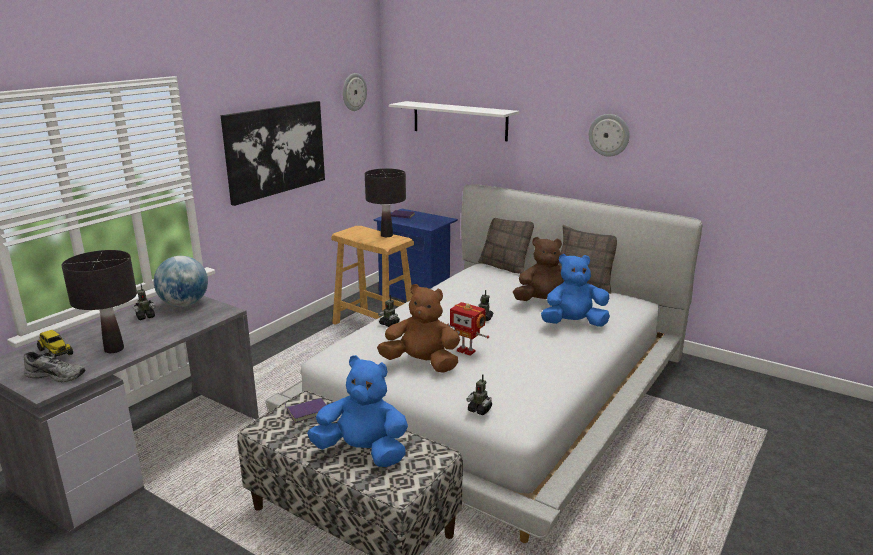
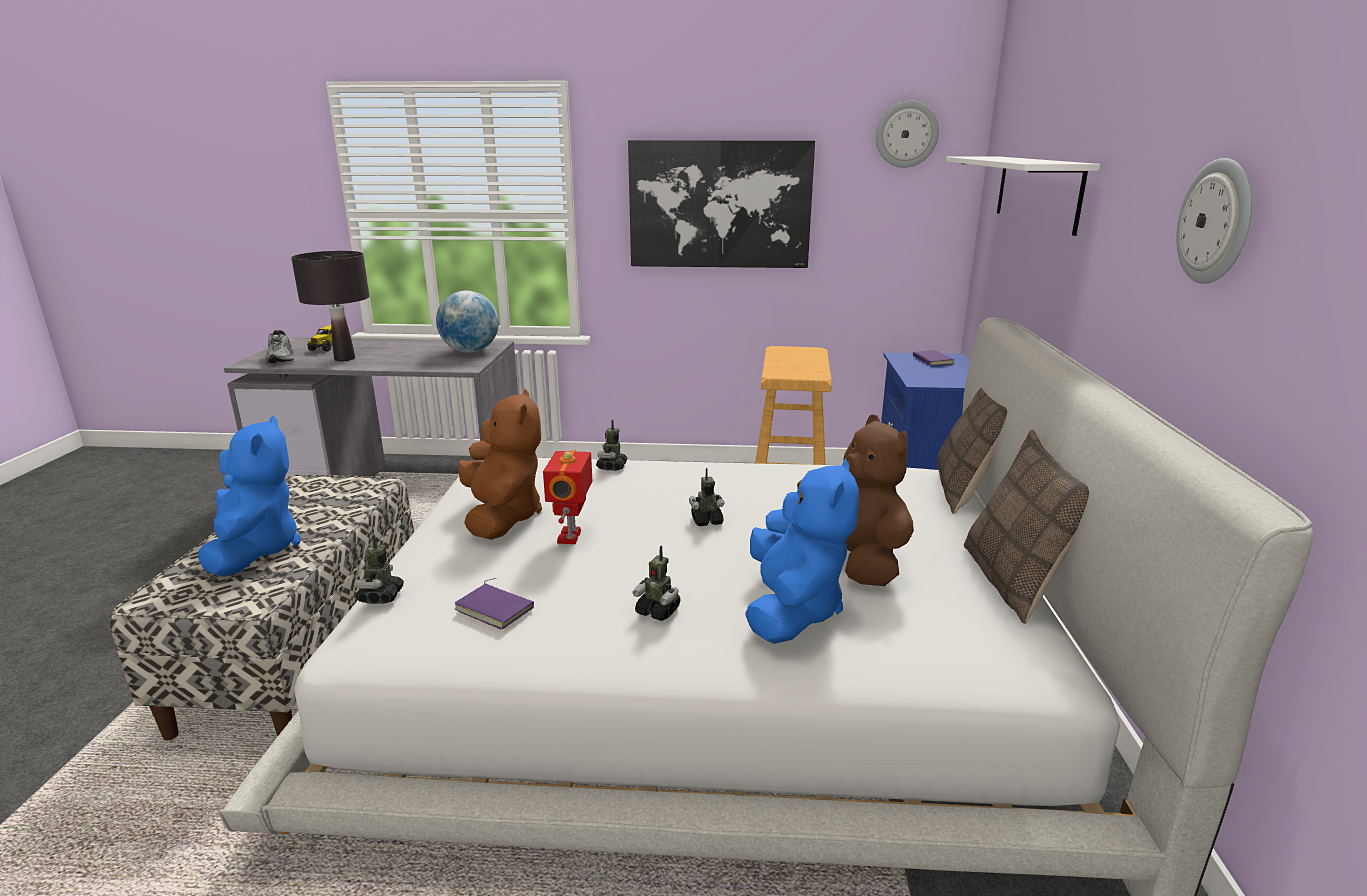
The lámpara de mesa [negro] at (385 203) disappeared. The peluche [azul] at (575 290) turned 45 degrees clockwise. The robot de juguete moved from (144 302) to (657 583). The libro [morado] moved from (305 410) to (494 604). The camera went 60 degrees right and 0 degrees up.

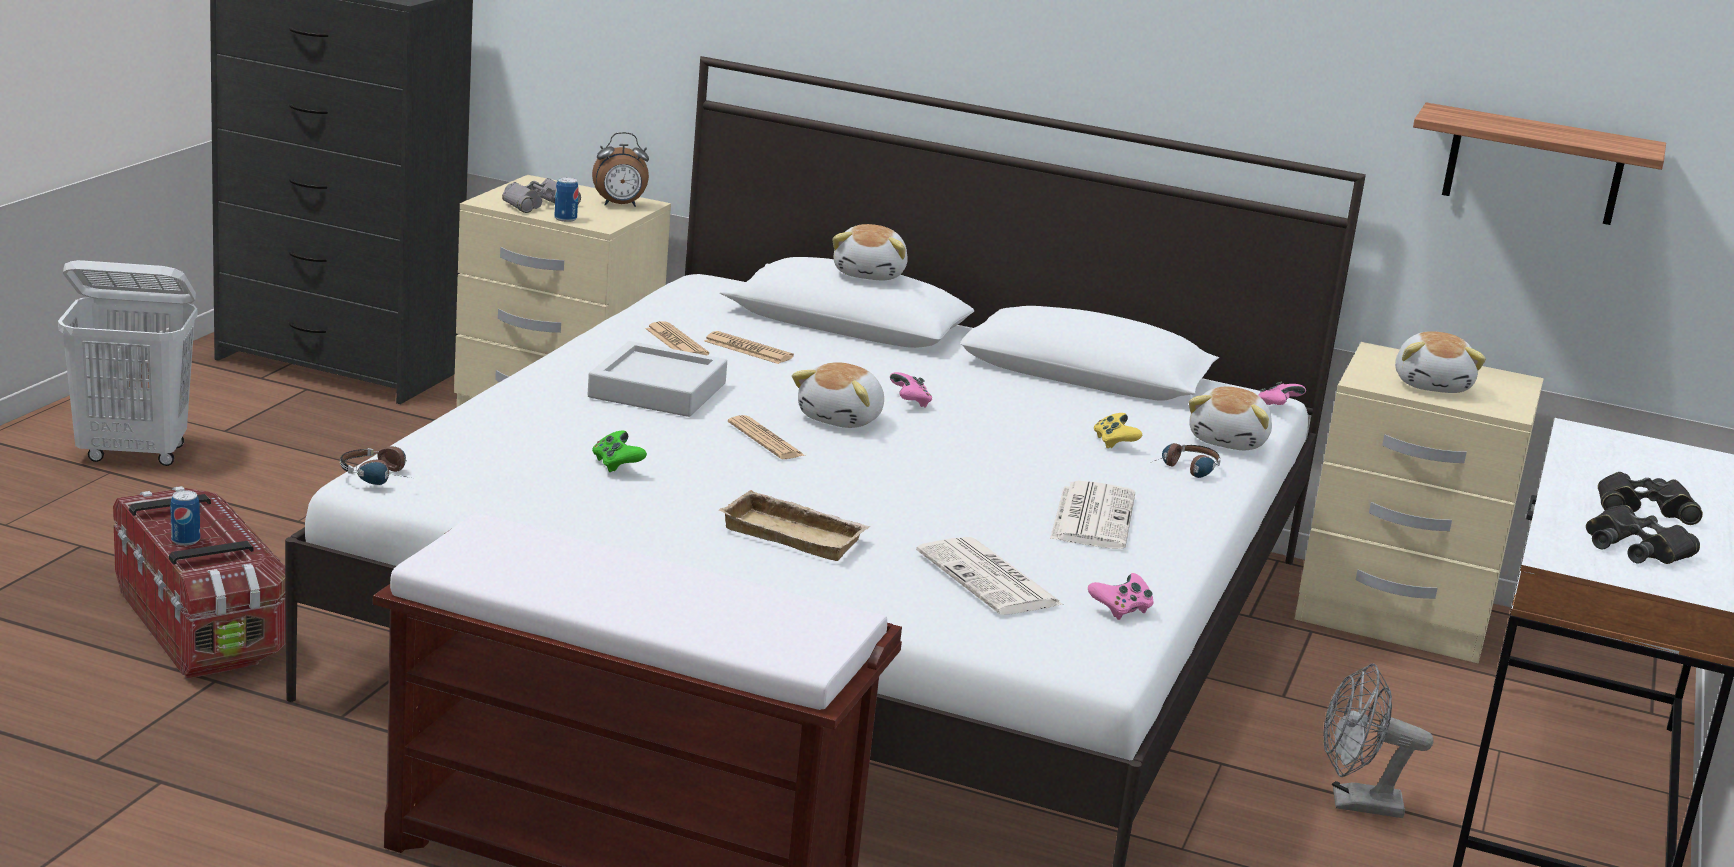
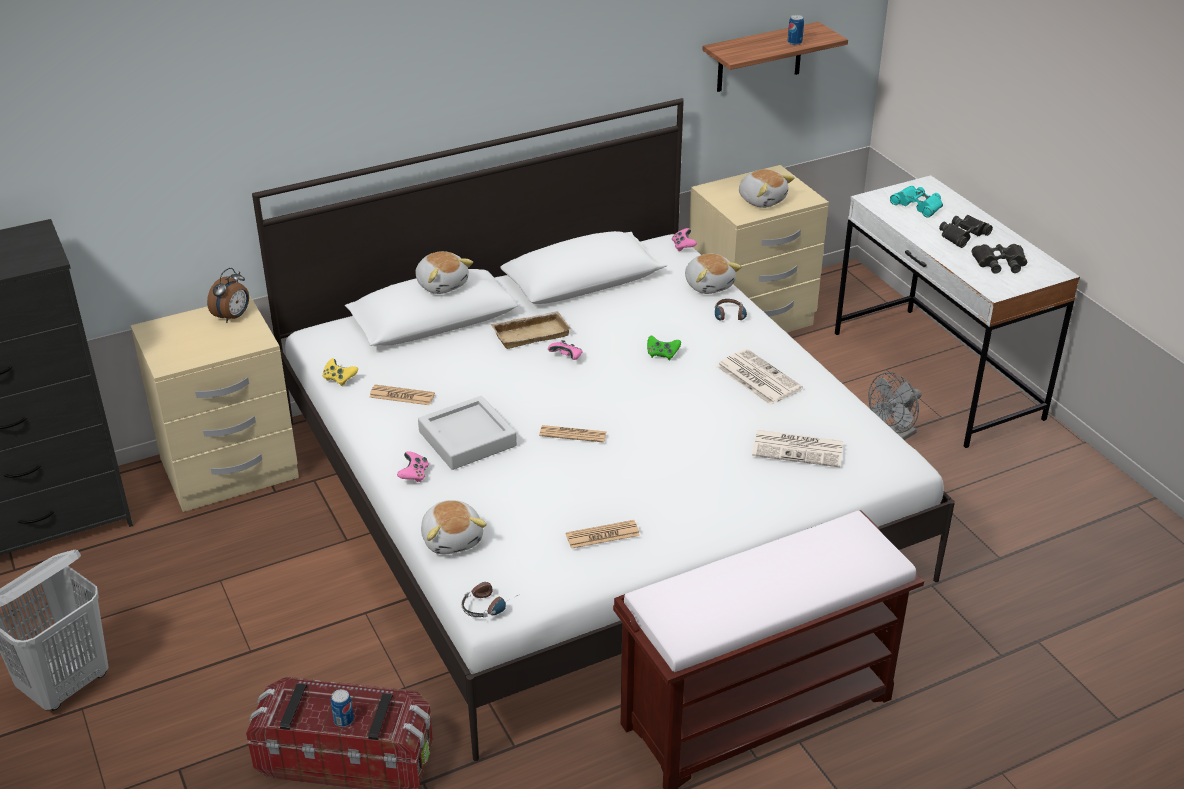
The lata moved from (566 199) to (796 30). The prismáticos [gris] at (541 195) disappeared. The periódico moved from (749 347) to (603 534). The peluche moved from (838 395) to (454 527). The mando de consola [amarillo] moved from (1118 430) to (340 372). The mando de consola [verde] moved from (619 451) to (664 347). The bandeja [beis] moved from (794 525) to (531 330). The mando de consola [rosa] moved from (1121 596) to (413 467). The prismáticos [turquesa] at (916 202) appeared. The camera went 45 degrees left and 15 degrees up.

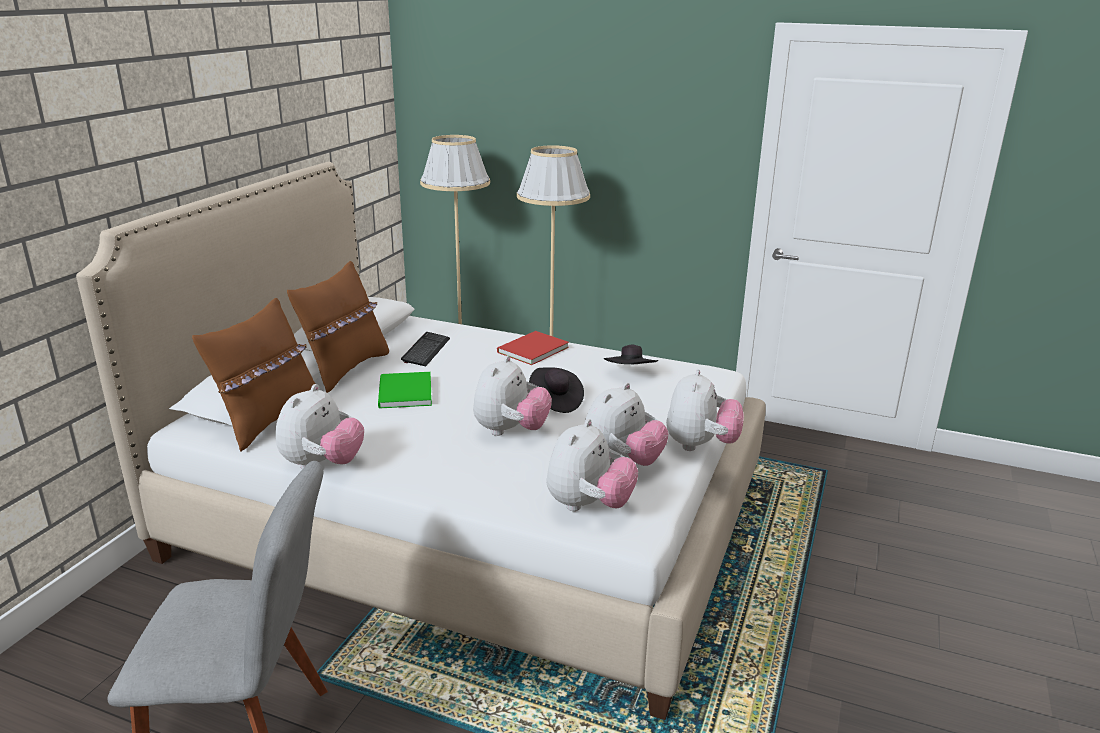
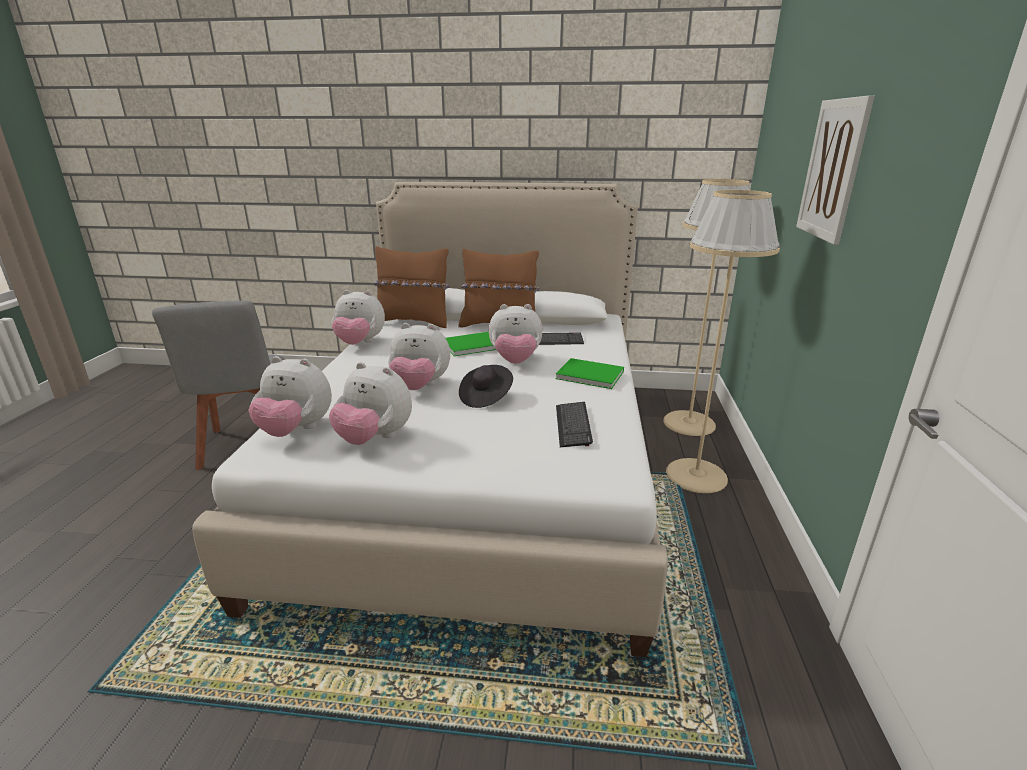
The libro [rojo] at (533 348) became the libro [verde] at (590 373). The sombrero [negro] at (631 354) was replaced by the teclado at (574 424). The peluche moved from (705 410) to (516 334). The cuadro at (835 170) appeared. The camera went 75 degrees right and 0 degrees up.

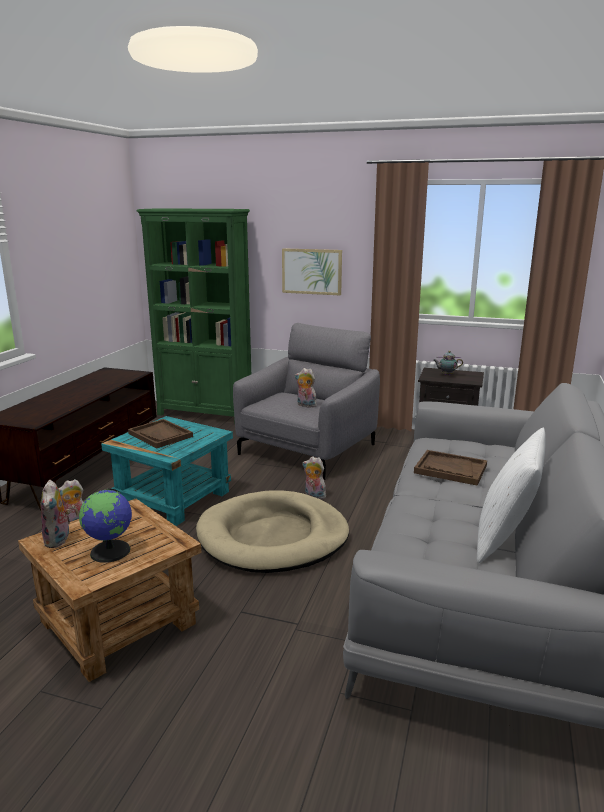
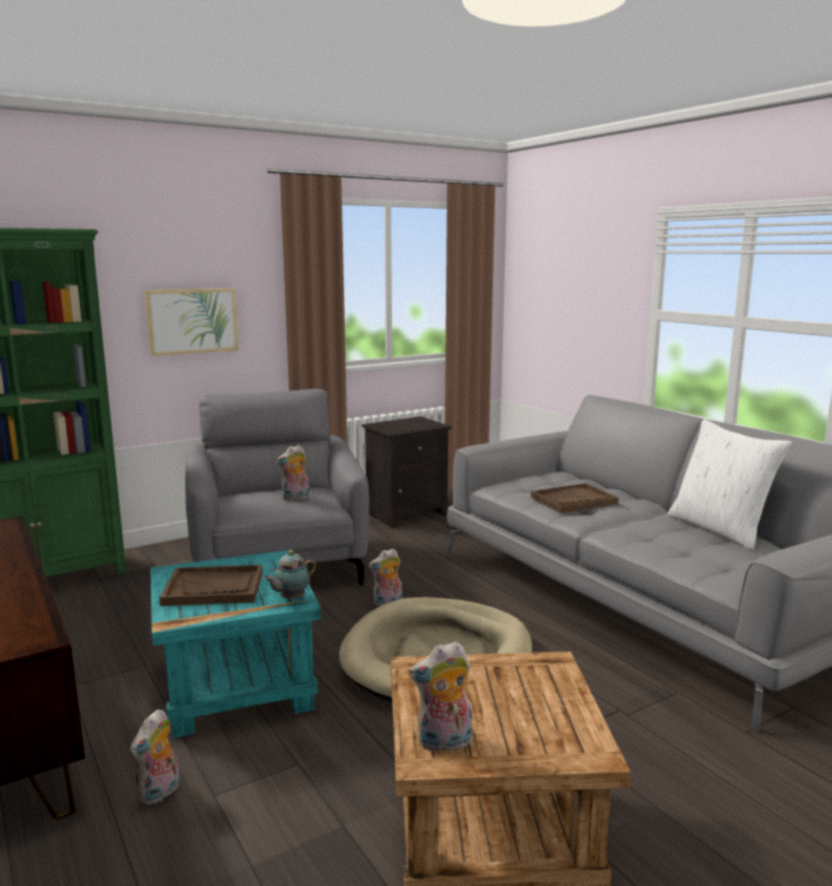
The tetera moved from (448 363) to (289 575). The peluche at (56 514) turned 135 degrees clockwise. The globo terráqueo at (105 525) disappeared. The camera went 50 degrees left and 5 degrees down.

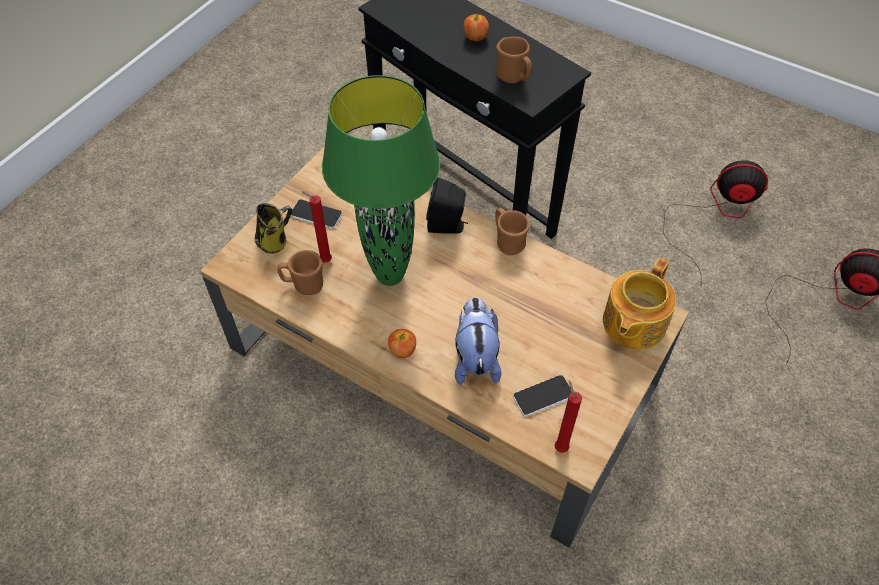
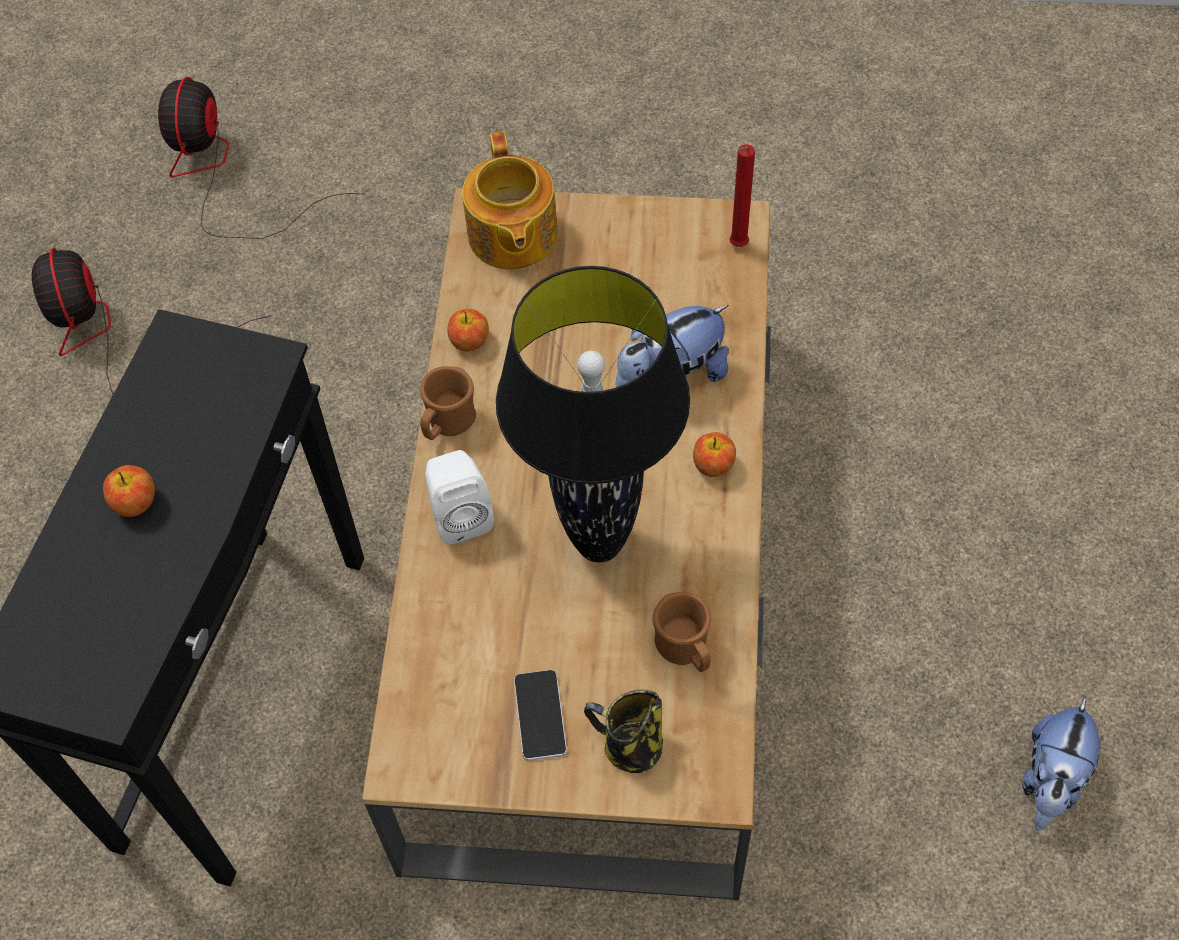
The taza grande [marrón] at (514 60) disappeared. The lámpara de mesa [verde] at (381 180) became the lámpara de mesa [negro] at (593 414). The altavoz [negro] at (447 206) became the altavoz [blanco] at (459 497). The vela [rojo] at (317 227) disappeared. The tetera at (639 304) turned 75 degrees clockwise. The móvil at (542 396) disappeared. The manzana at (468 330) appeared. The peluche at (1061 764) appeared. The camera went 115 degrees left and 5 degrees up.

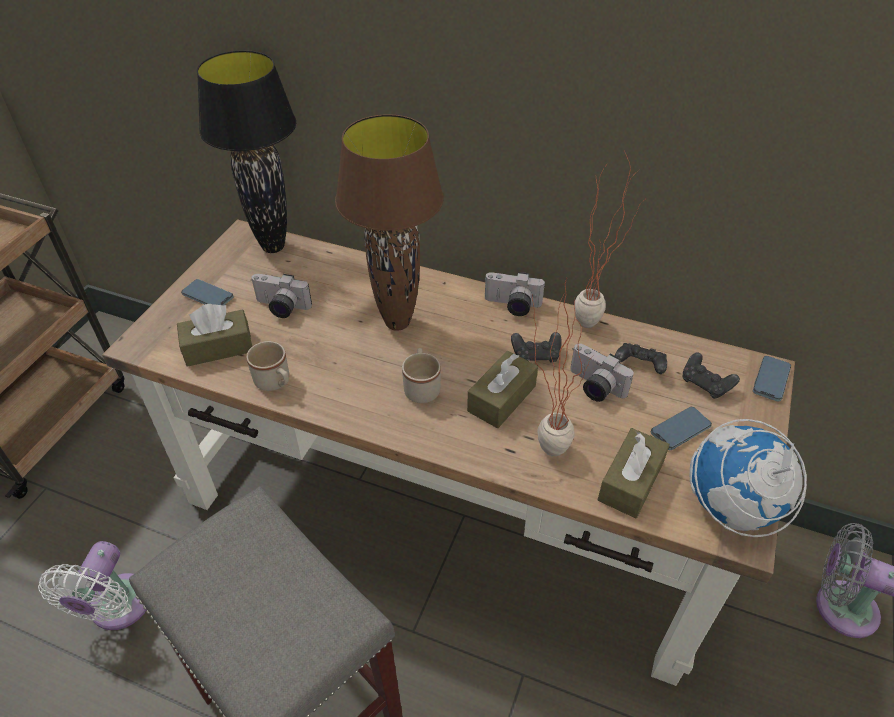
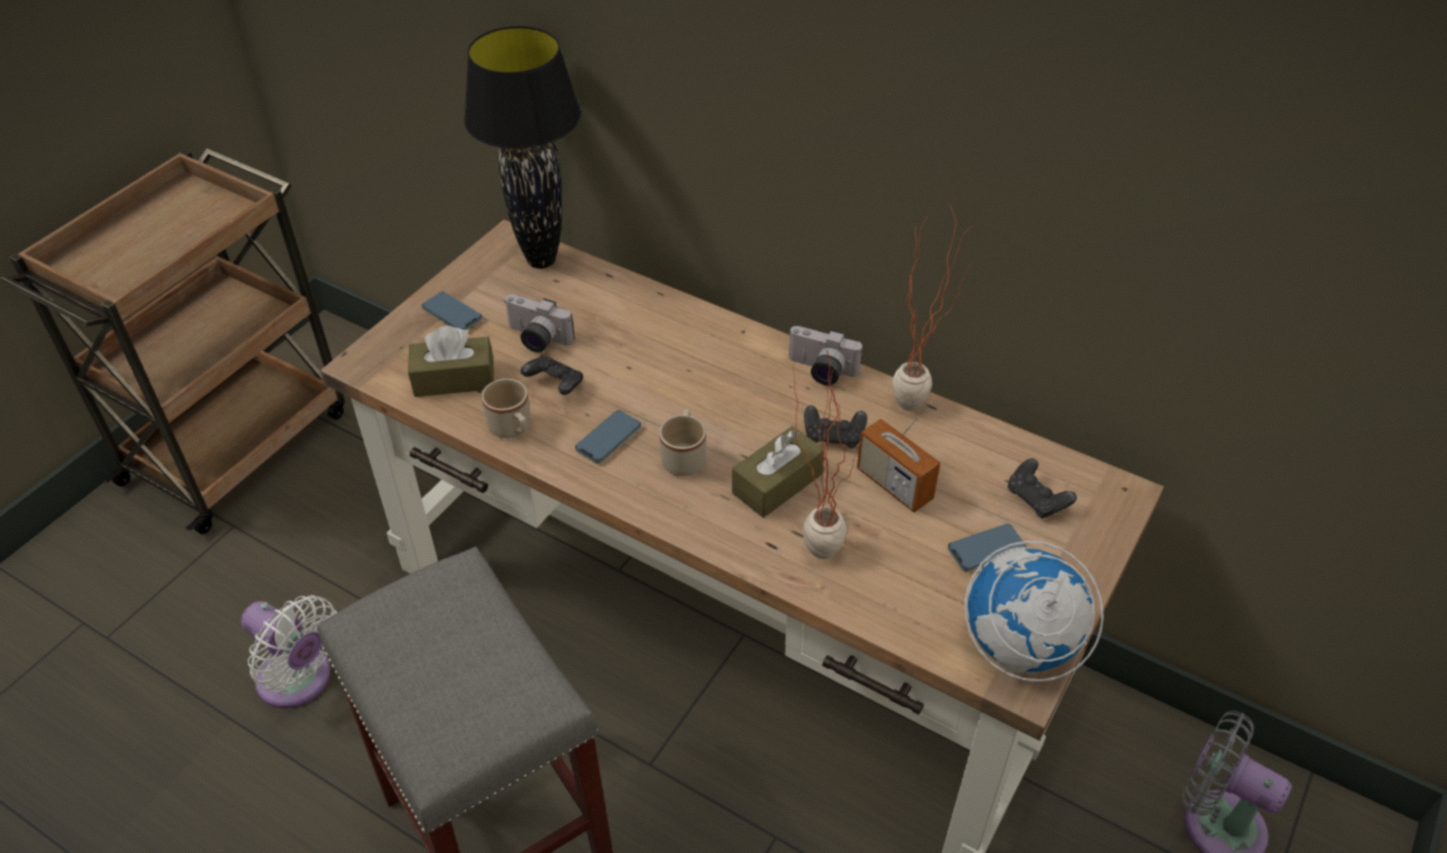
The lámpara de mesa [marrón] at (389 222) disappeared. The mando de consola [negro] moved from (641 358) to (552 375). The cámara at (602 373) was replaced by the radio at (898 457). The móvil moved from (772 379) to (608 436). The caja de pañuelos [marrón] at (634 473) disappeared. The ventilador [blanco] at (92 585) turned 75 degrees counterclockwise. The camera went 10 degrees right and 0 degrees up.

